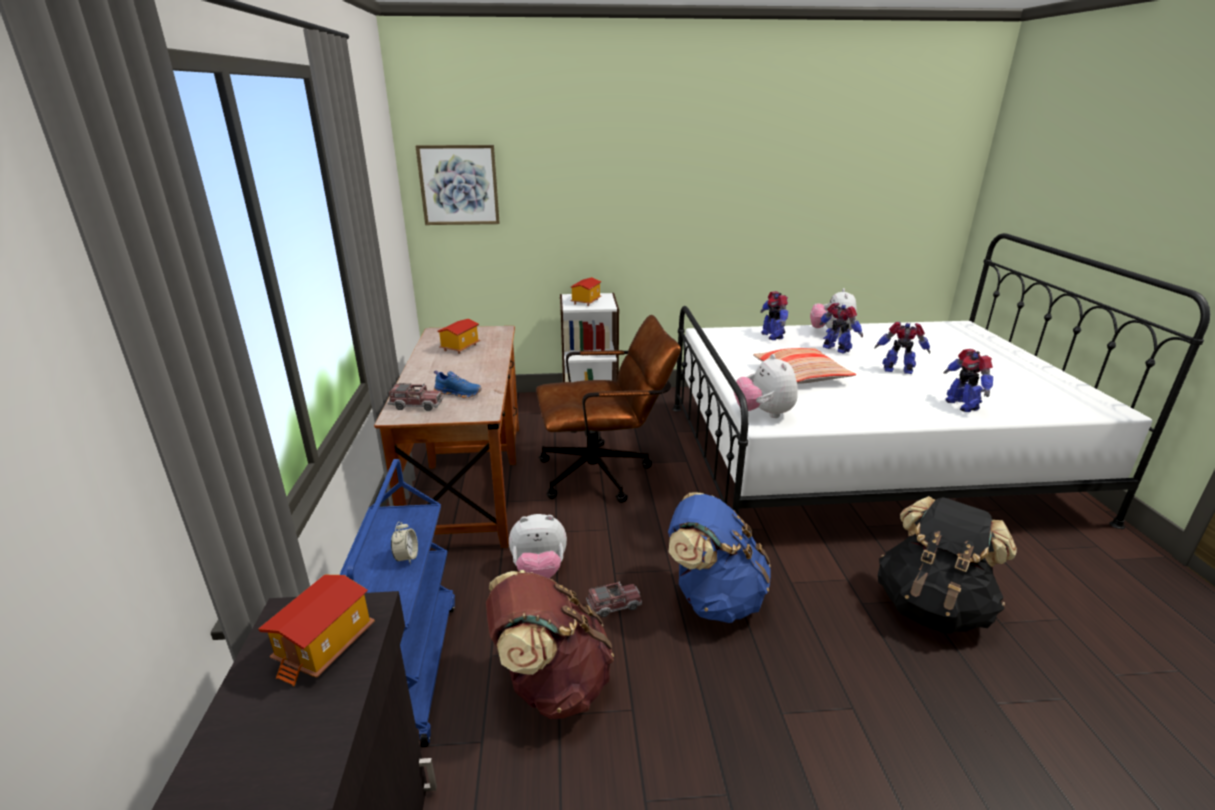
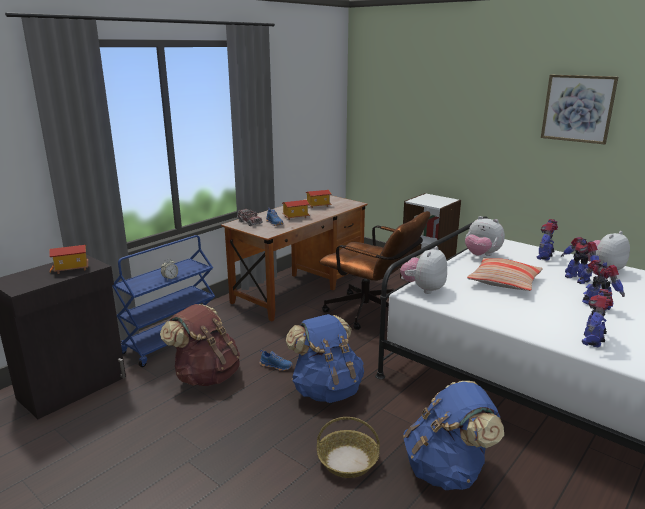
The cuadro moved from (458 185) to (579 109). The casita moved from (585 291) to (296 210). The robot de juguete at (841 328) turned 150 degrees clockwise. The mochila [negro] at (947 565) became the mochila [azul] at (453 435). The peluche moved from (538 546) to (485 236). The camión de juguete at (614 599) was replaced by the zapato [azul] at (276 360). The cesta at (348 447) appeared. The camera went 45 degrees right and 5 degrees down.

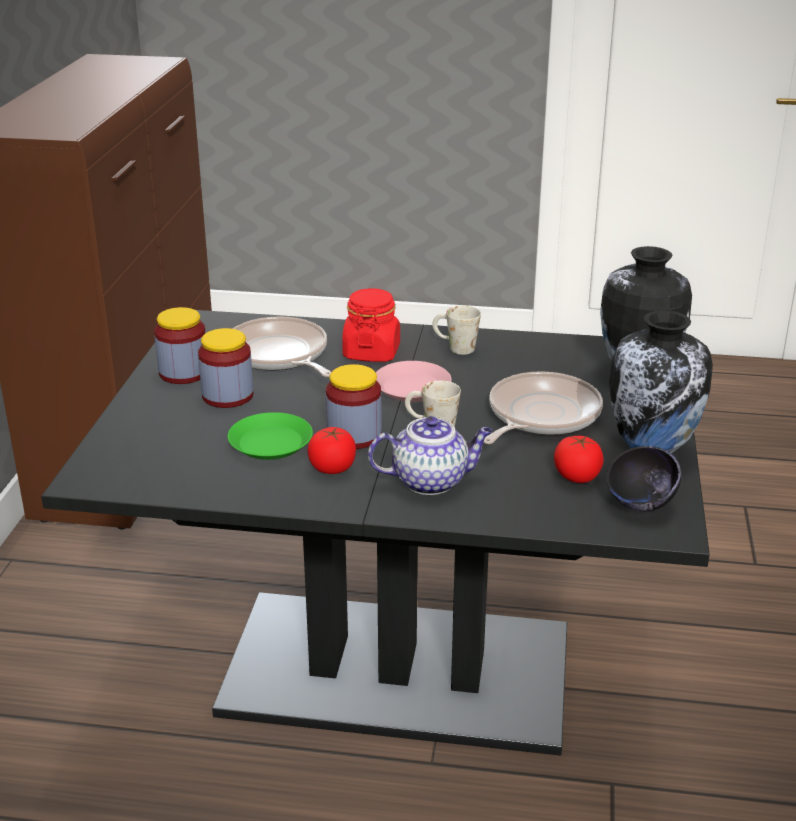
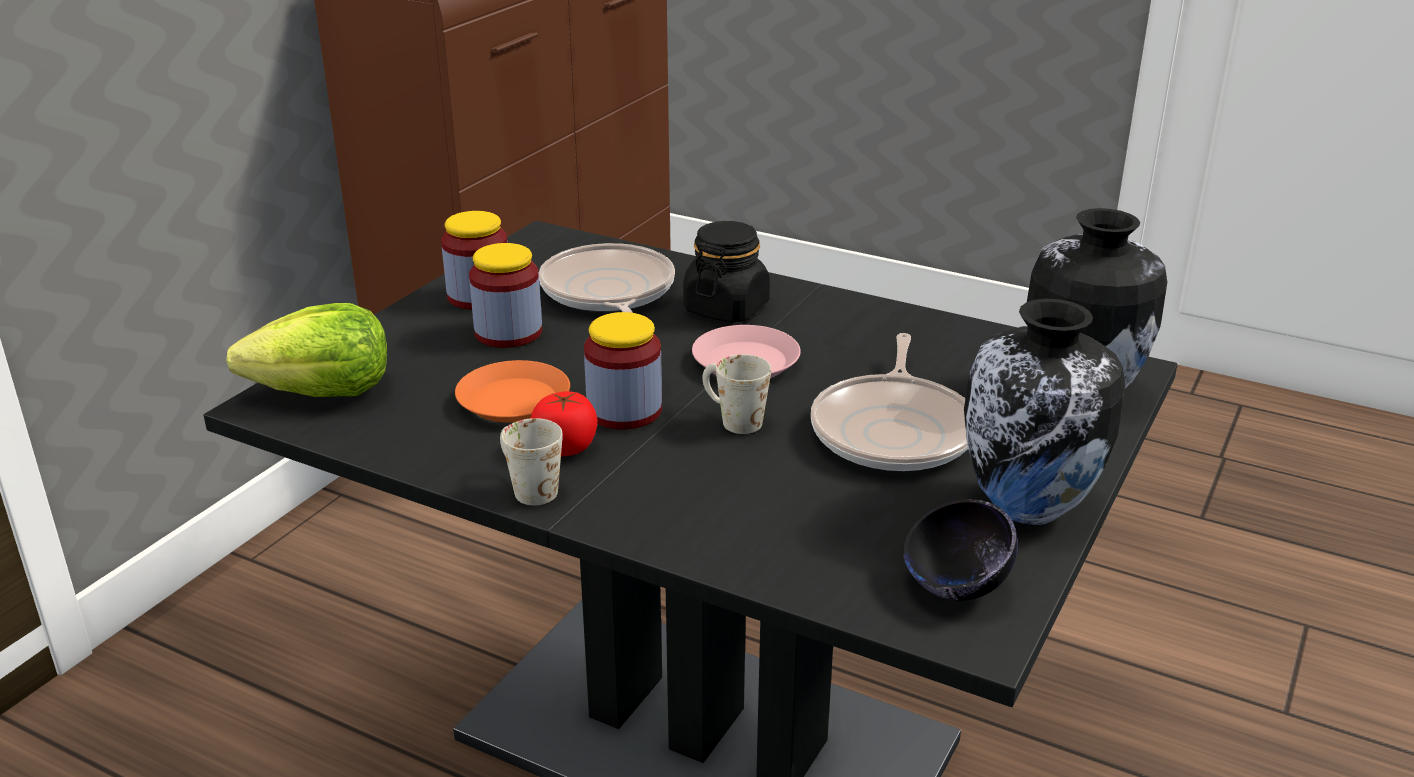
The tarro [rojo] at (371 325) became the tarro [negro] at (726 272). The taza grande [blanco] moved from (456 330) to (531 461). The sartén at (543 407) turned 135 degrees clockwise. The plato [verde] at (270 436) became the plato [naranja] at (512 391). The tetera at (430 455) disappeared. The tomate at (578 459) disappeared. The lechuga at (306 350) appeared. The camera went 20 degrees right and 0 degrees up.

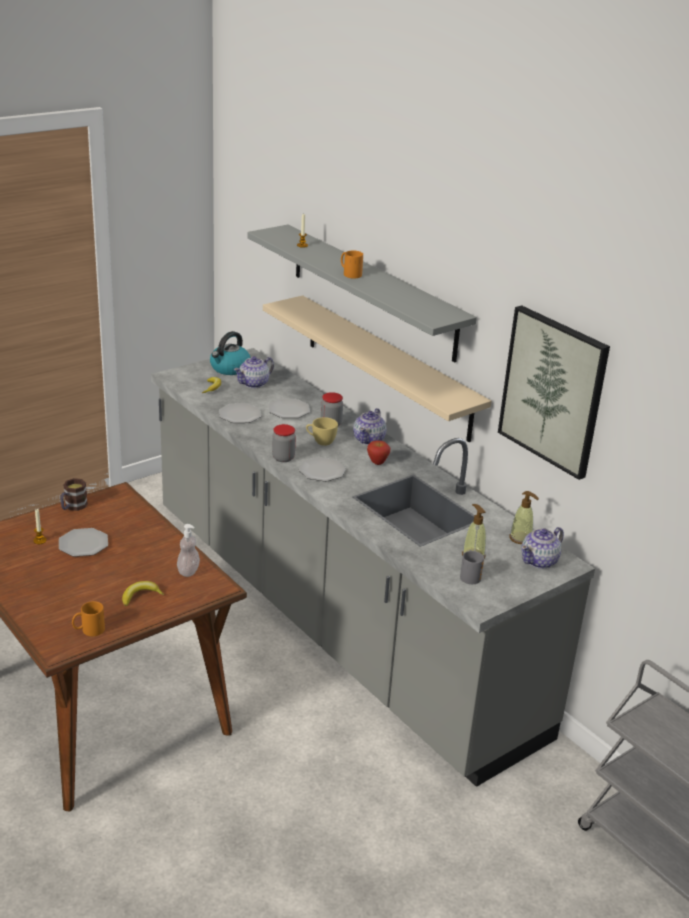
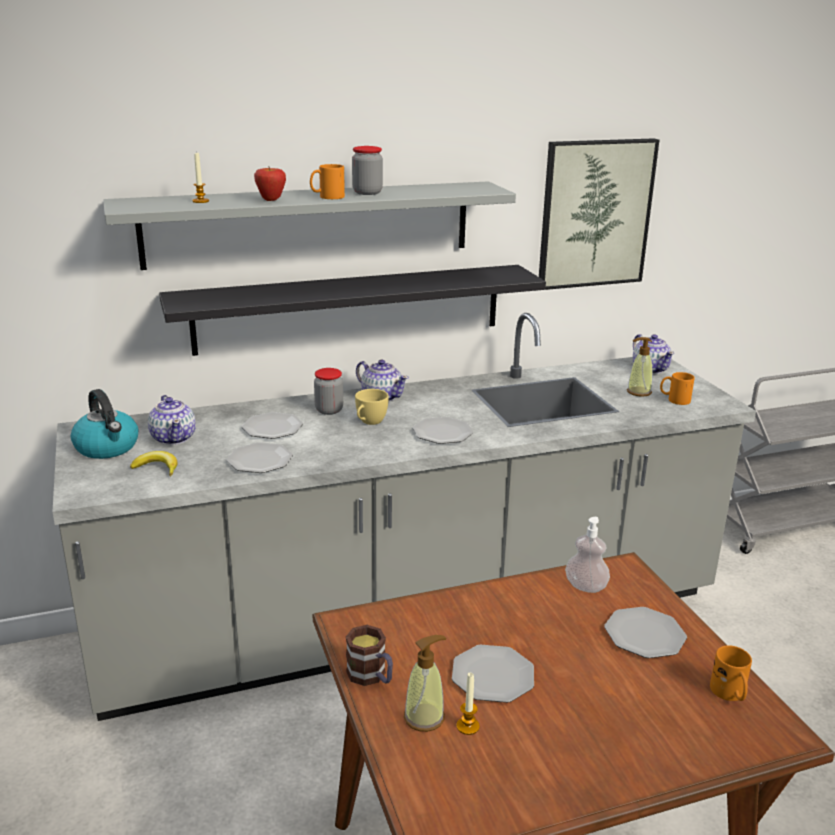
The estante [beis] at (377 368) became the estante [negro] at (352 310). The tarro moved from (284 443) to (367 170). The manzana moved from (378 453) to (270 183). The dispensador de jabón moved from (524 517) to (425 683). The taza grande [gris] at (472 567) became the taza grande [naranja] at (677 388). The plátano at (143 593) was replaced by the plato at (645 632). The camera went 70 degrees left and 5 degrees down.

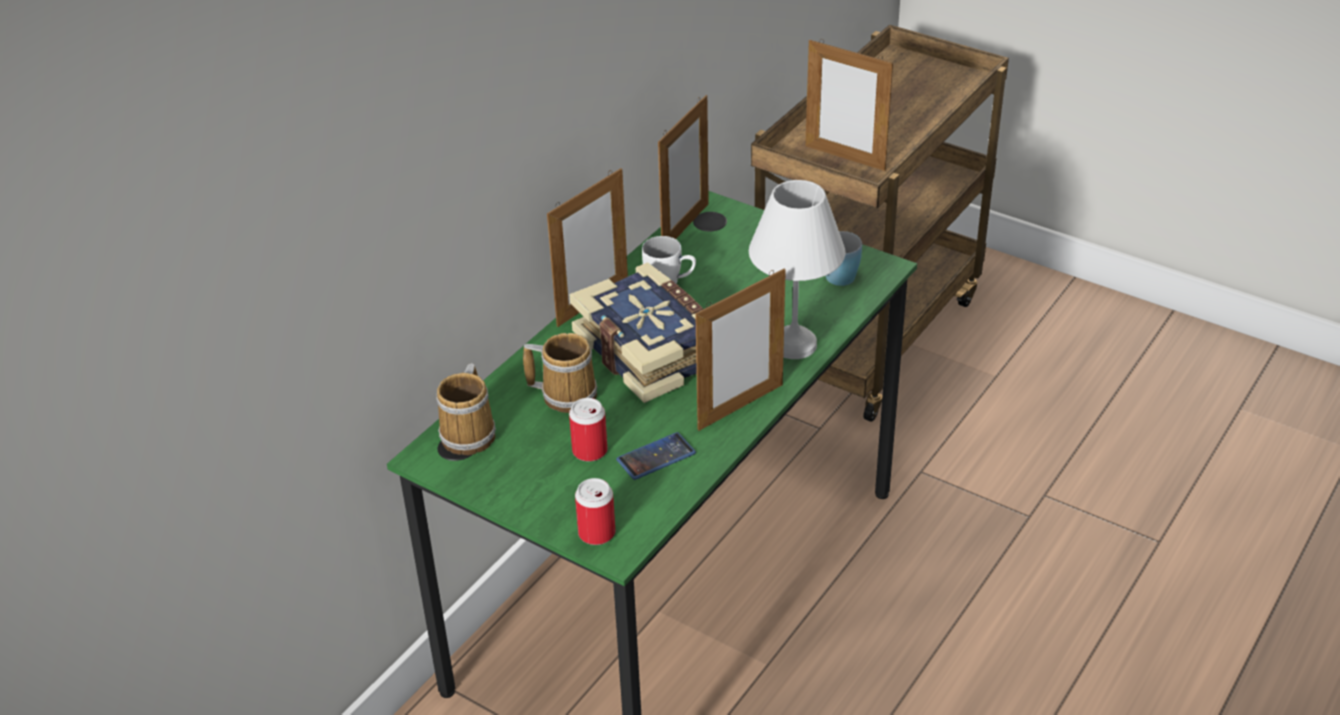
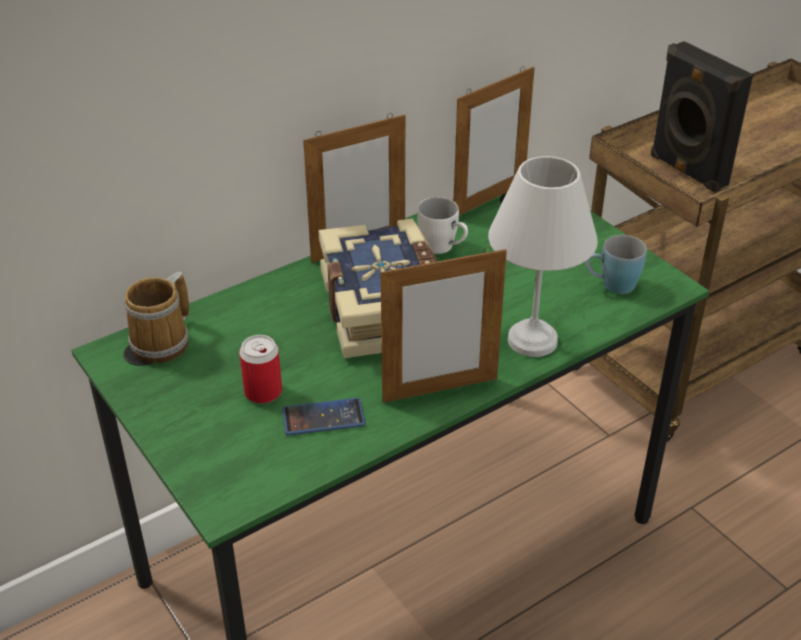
The portarretratos at (849 105) was replaced by the altavoz [negro] at (702 117). The taza grande at (560 373) disappeared. The lata at (595 511) disappeared. The camera went 20 degrees right and 0 degrees up.

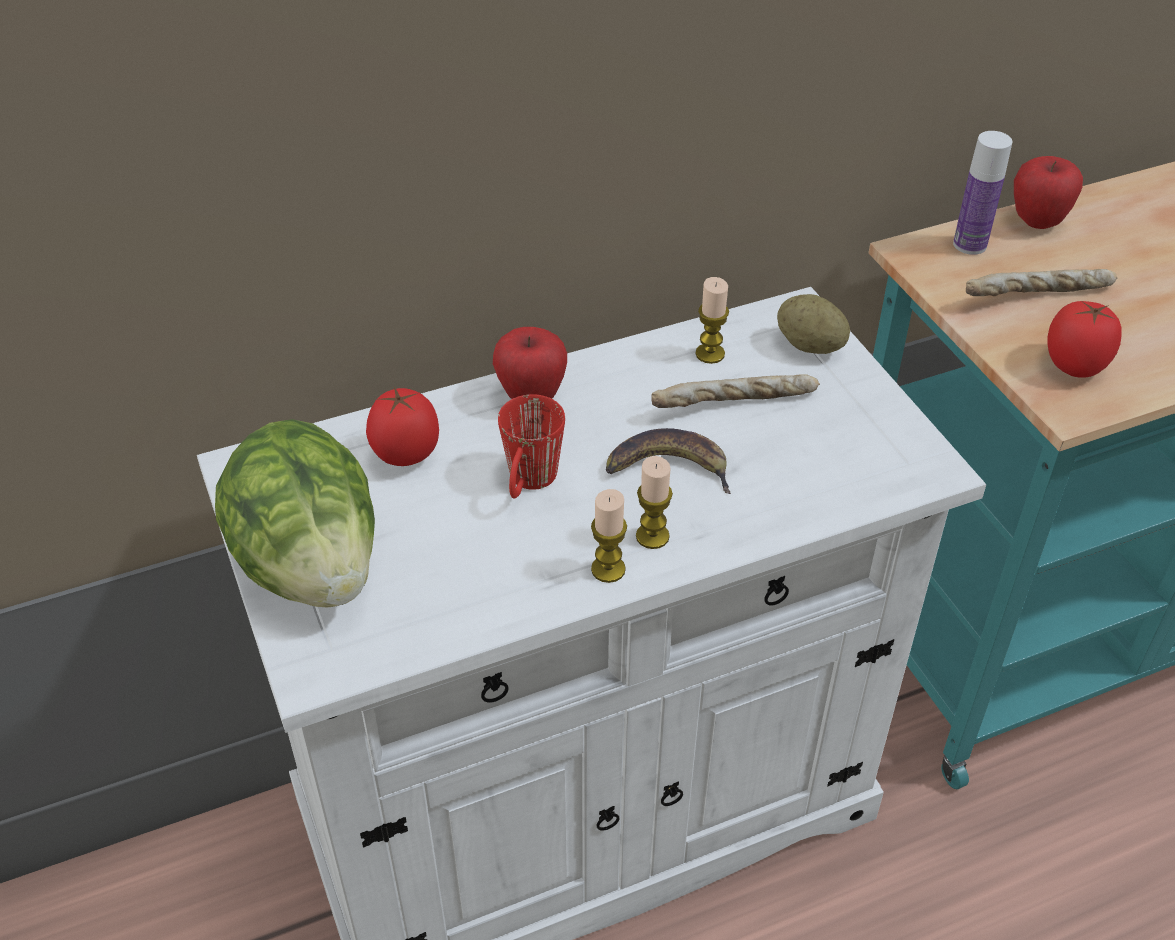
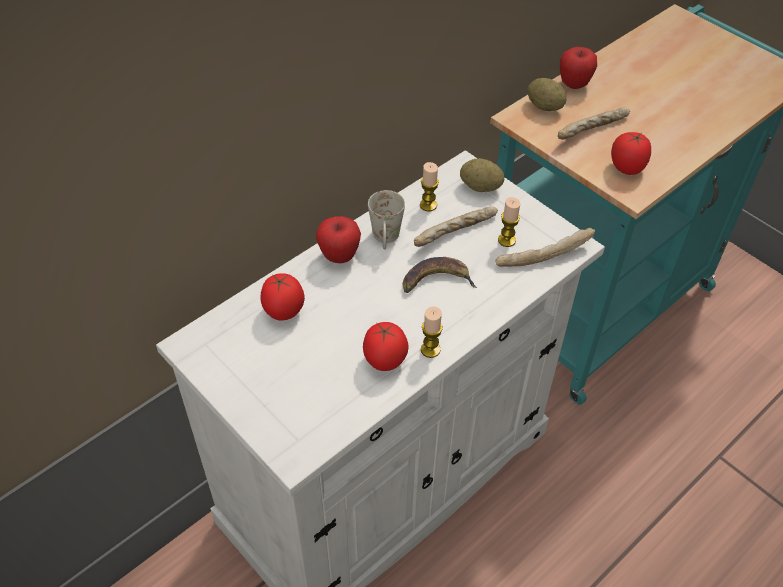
The botella at (982 193) was replaced by the patata at (547 94). The taza grande [rojo] at (531 446) disappeared. The lechuga at (295 513) disappeared. The vela moved from (654 502) to (509 222). The taza grande [blanco] at (386 219) appeared. The pan at (545 247) appeared. The tomate at (386 346) appeared. The camera went 20 degrees left and 5 degrees up.

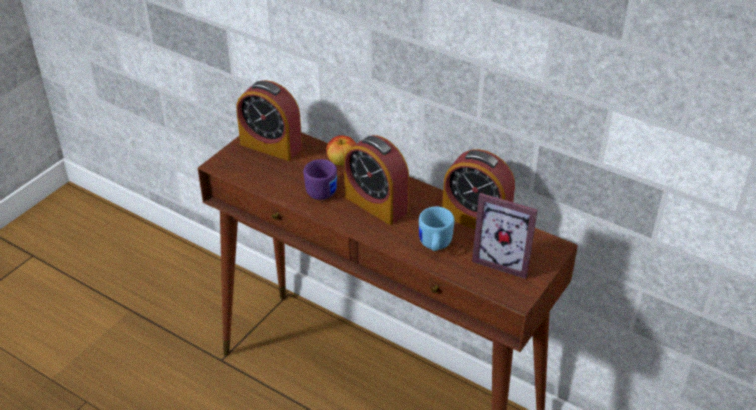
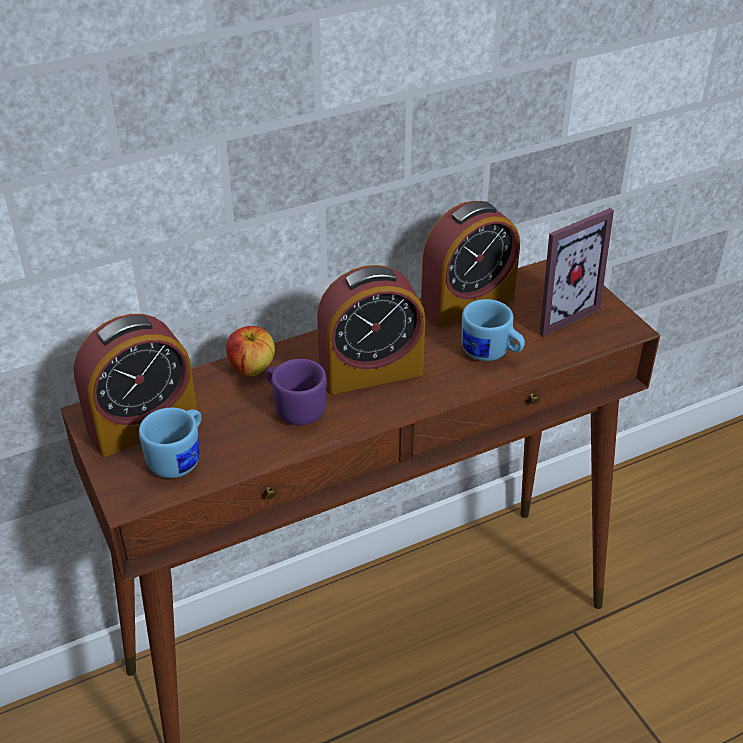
The taza grande [azul] at (170 443) appeared. The camera went 60 degrees left and 0 degrees up.

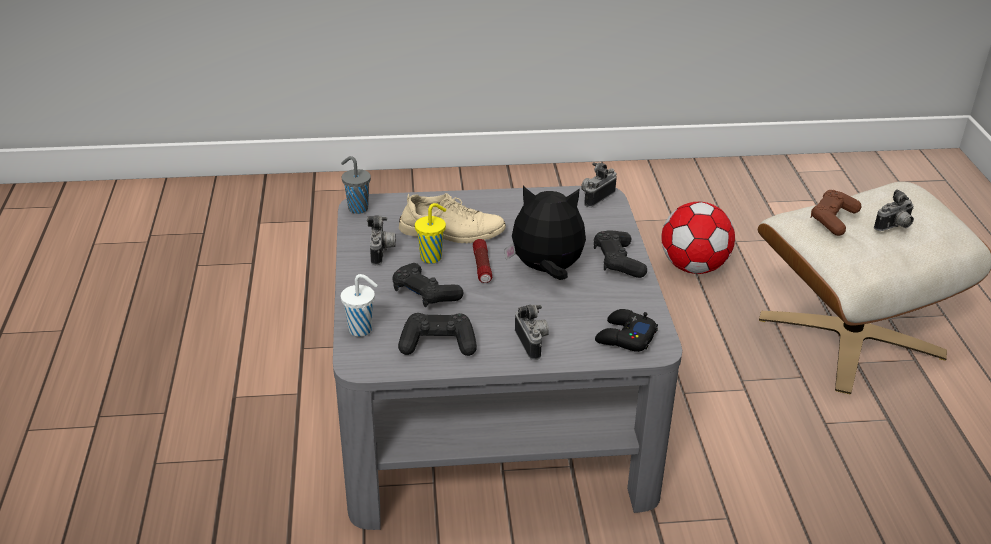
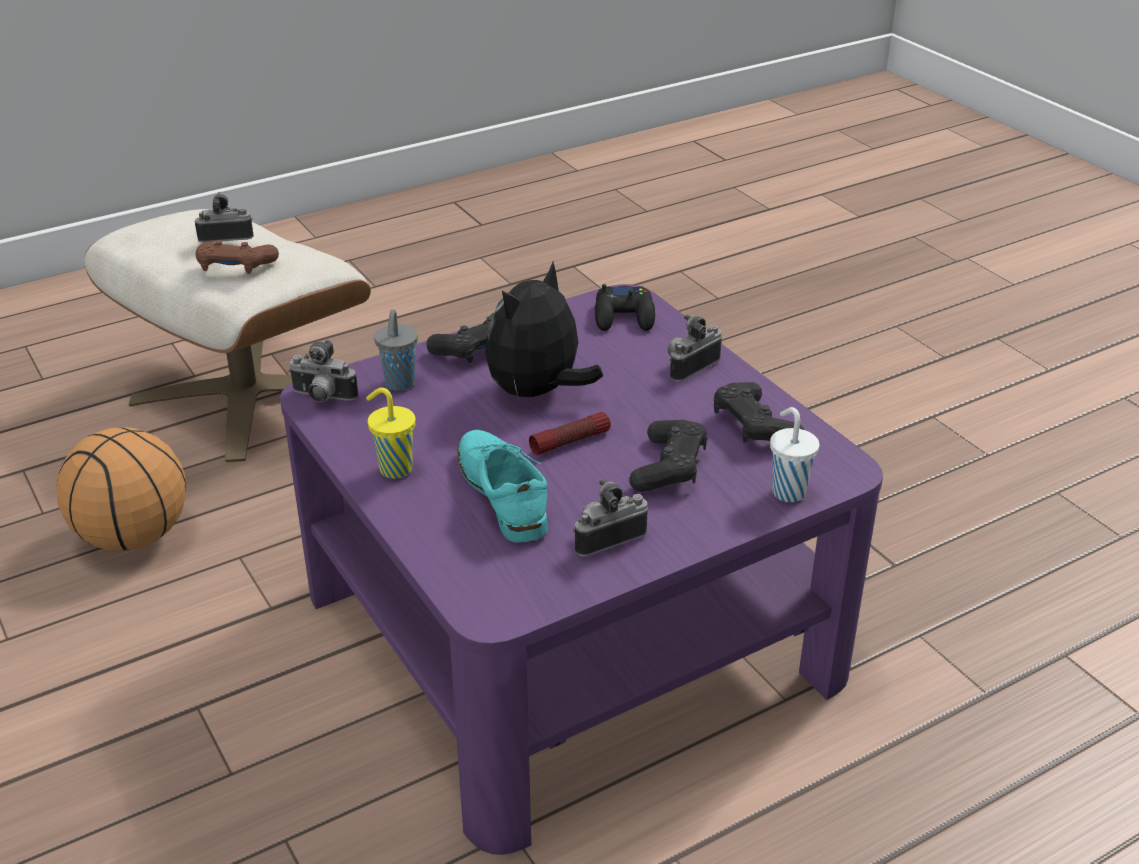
The taza [gris] moved from (356 185) to (396 350). The mesa de centro [gris] at (507 358) became the mesa de centro [morado] at (581 569). The peluche at (545 233) turned 60 degrees clockwise. The cámara at (894 210) turned 45 degrees counterclockwise. The zapato [beis] at (452 218) became the zapato [turquesa] at (502 486). The balón de fútbol at (698 238) was replaced by the balón de baloncesto at (121 489). The taza [amarillo] moved from (430 233) to (391 433). The camera went 115 degrees left and 0 degrees up.

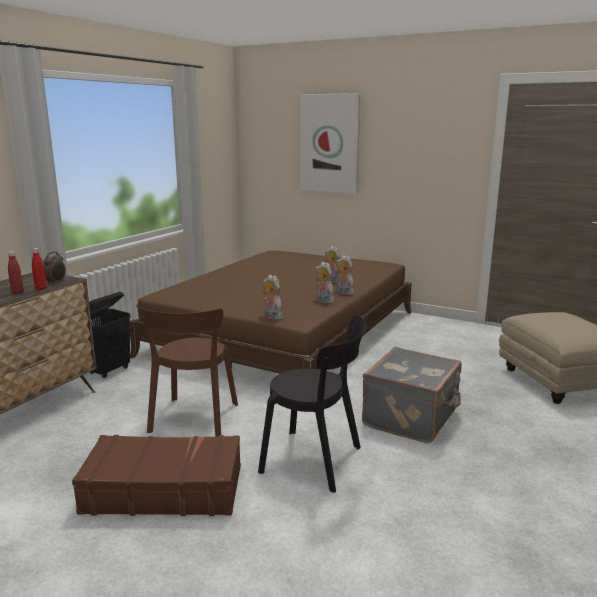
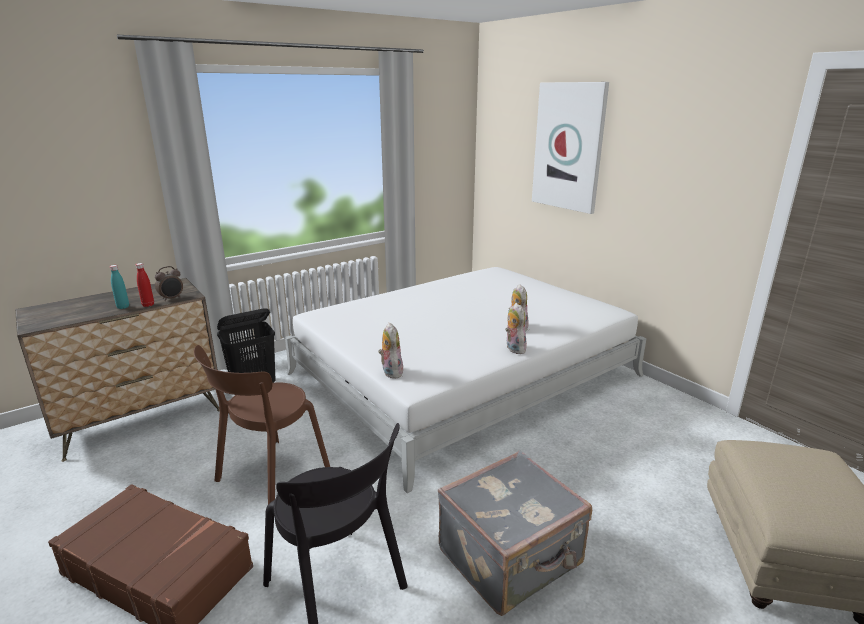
The cama [marrón] at (271 312) became the cama [blanco] at (466 380). The botella [rojo] at (15 273) became the botella [turquesa] at (119 287). The peluche at (325 283) disappeared. The camera went 25 degrees right and 5 degrees up.

